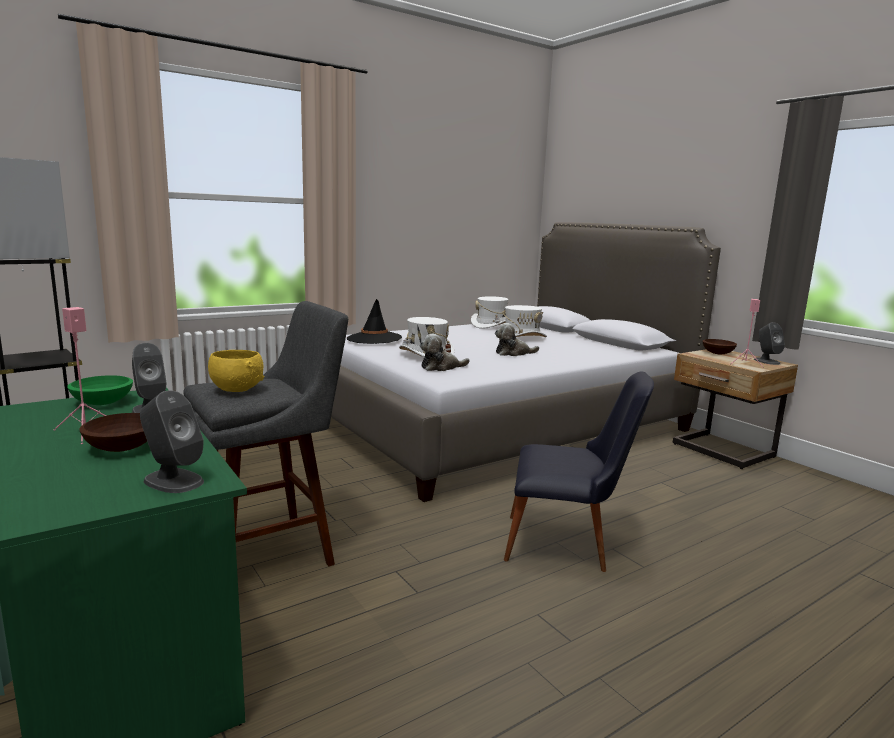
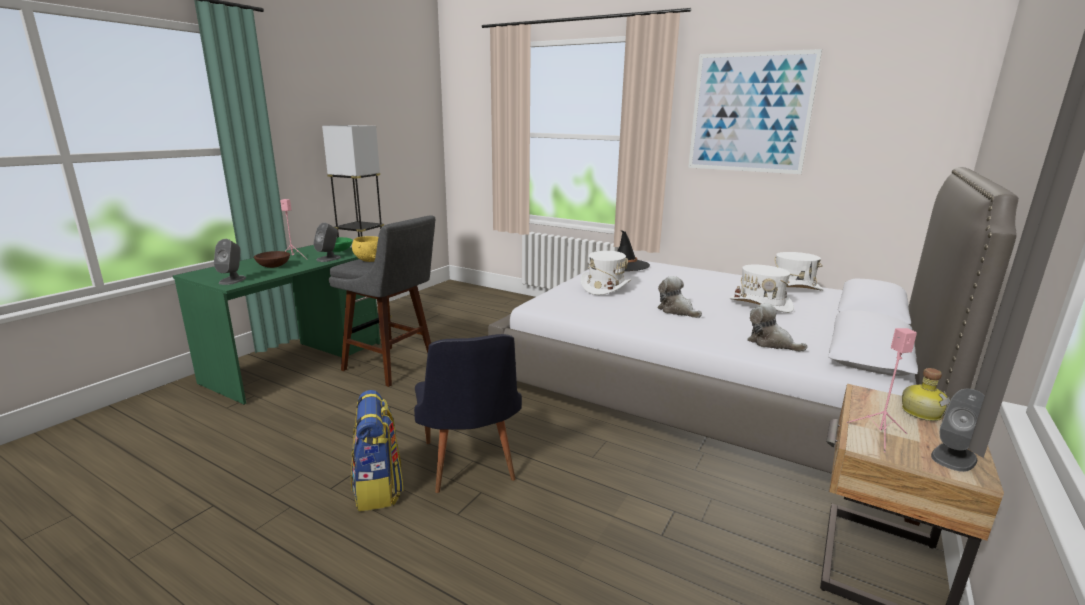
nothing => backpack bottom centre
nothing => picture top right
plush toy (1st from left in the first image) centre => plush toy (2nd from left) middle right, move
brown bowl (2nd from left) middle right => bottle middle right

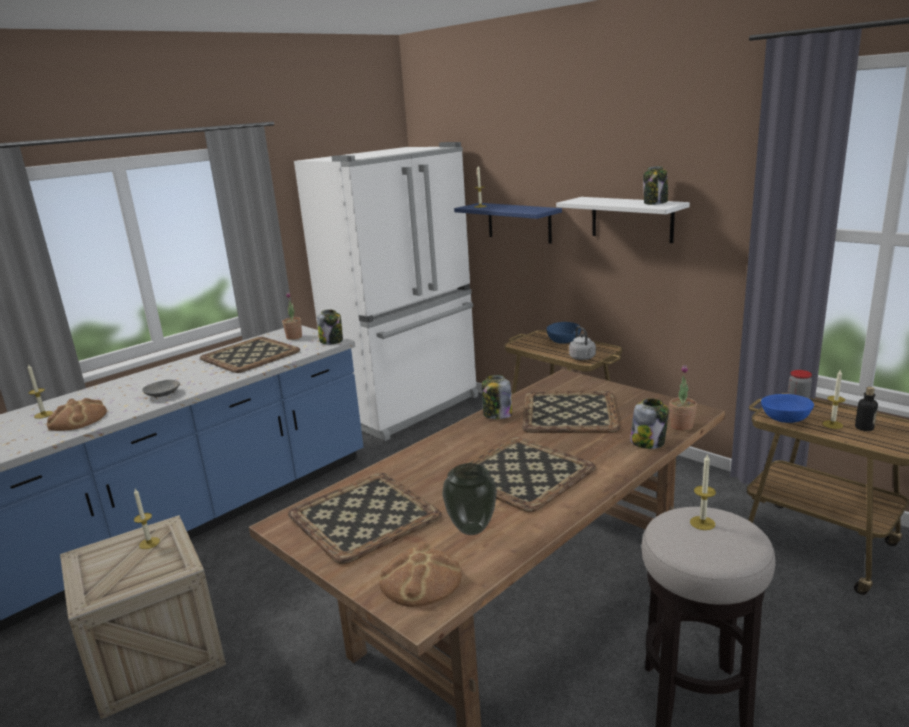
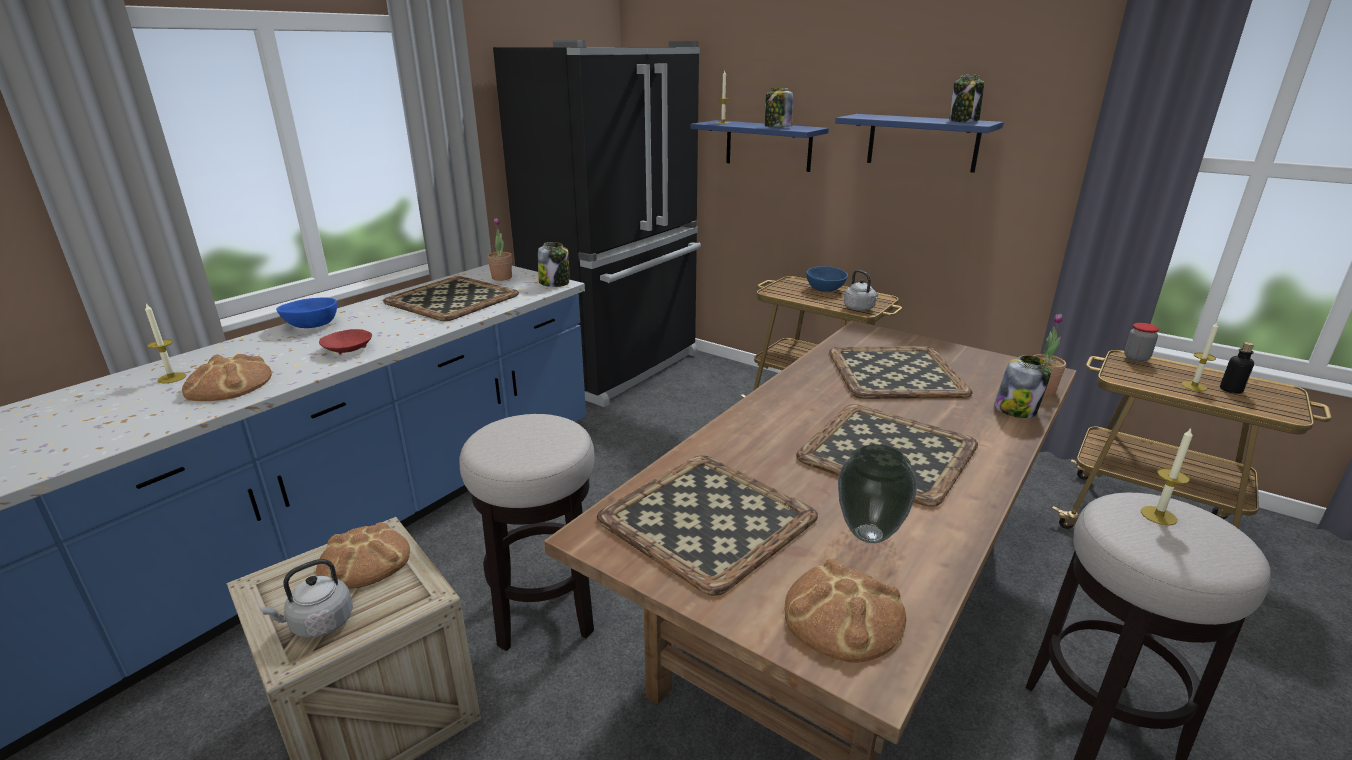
nothing => grey kettle (1st from left) bottom left
blue bowl (2nd from left in the first image) middle right => blue bowl (1st from left) middle left, move
candle (2nd from left) bottom left => bread (2nd from left) bottom left
grey bowl middle left => red bowl middle left
nothing => stool (1st from left) bottom centre
white fridge centre => black fridge top centre
jar (2nd from left) centre => jar (2nd from left) top centre, move
white shelf top right => blue shelf (2nd from left) top right

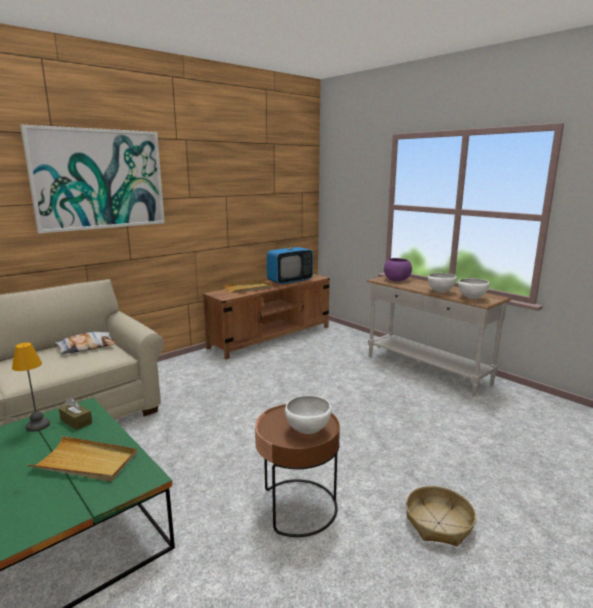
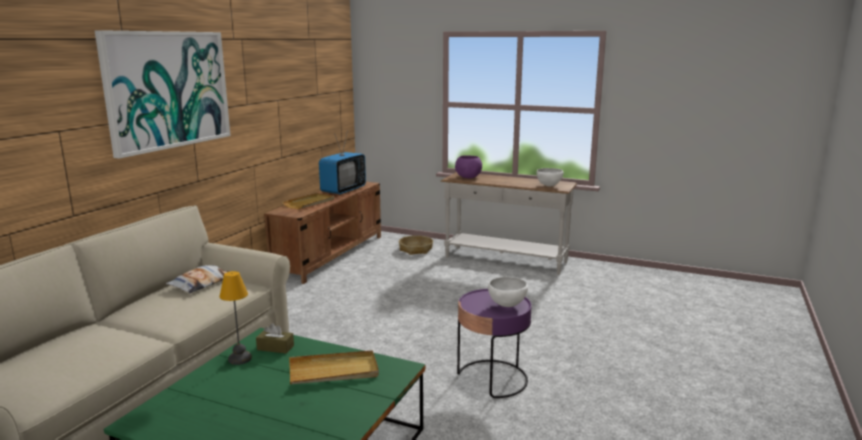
basket bottom right => basket centre, move
brown side table bottom centre => purple side table bottom centre
white bowl (2nd from left) middle right => nothing

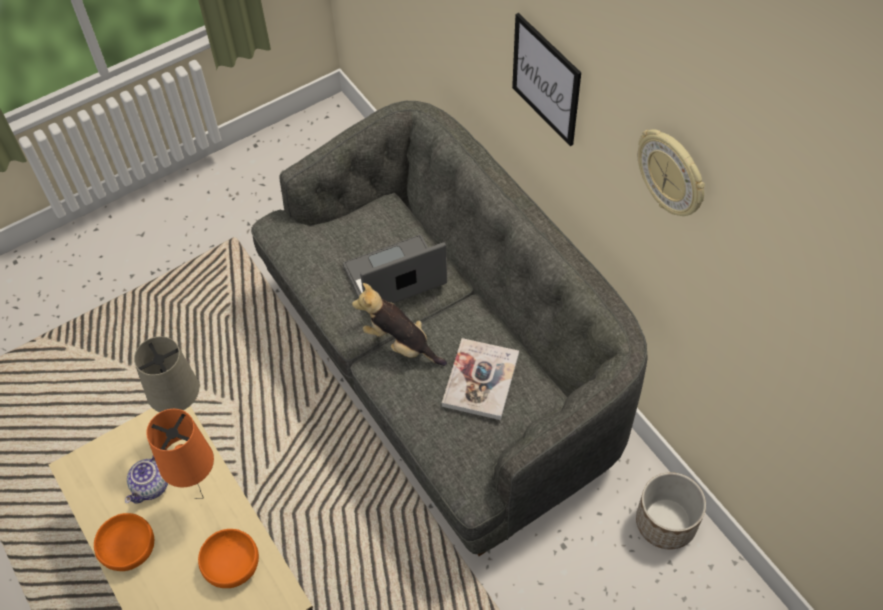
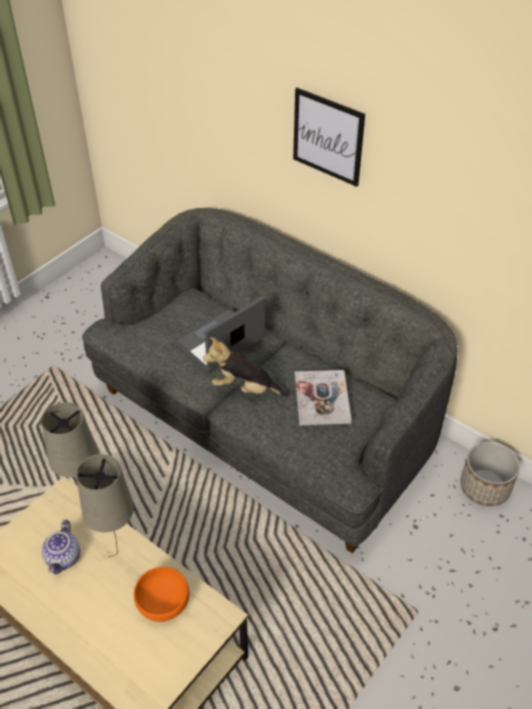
orange table lamp bottom left => beige table lamp (2nd from left) bottom left
orange bowl (1st from left) bottom left => nothing
wall clock top right => nothing

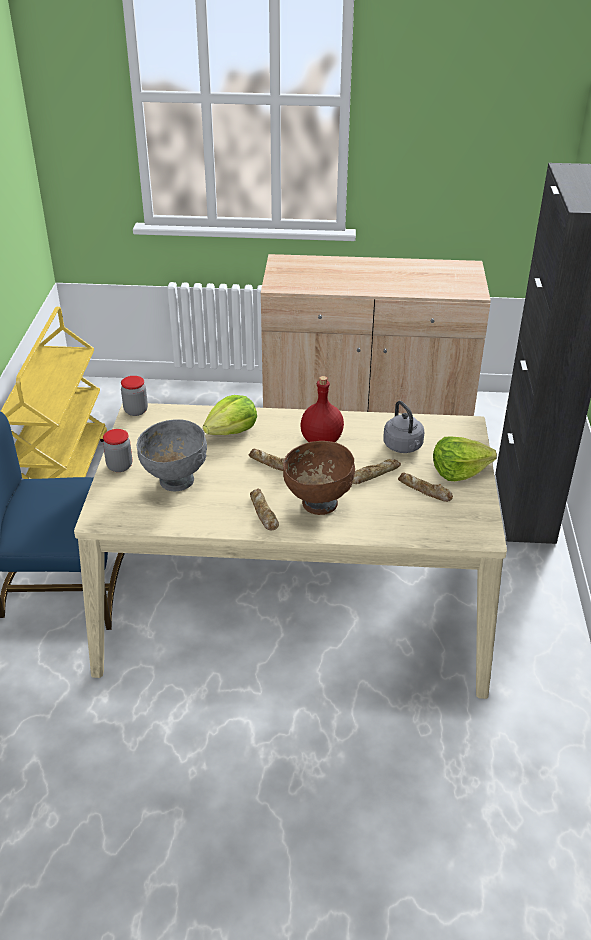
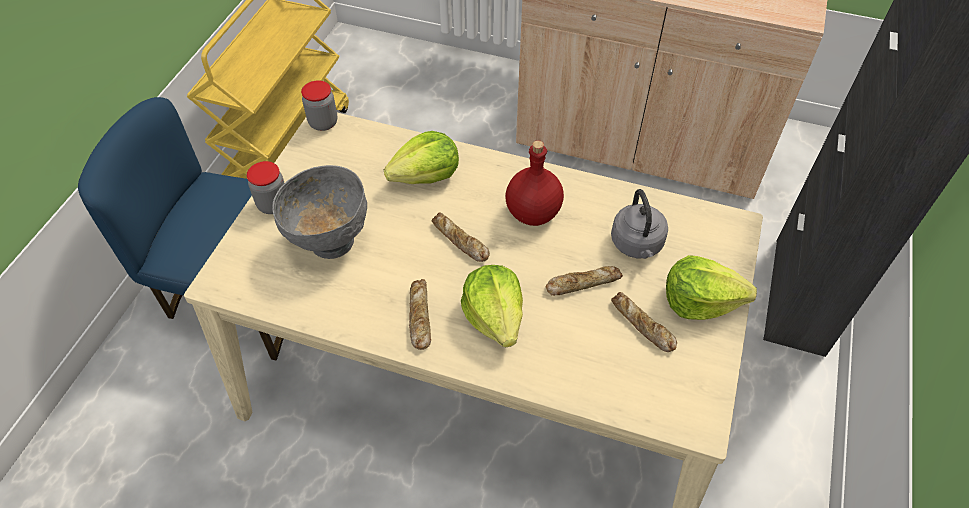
brown bowl centre => lettuce (2nd from left) centre

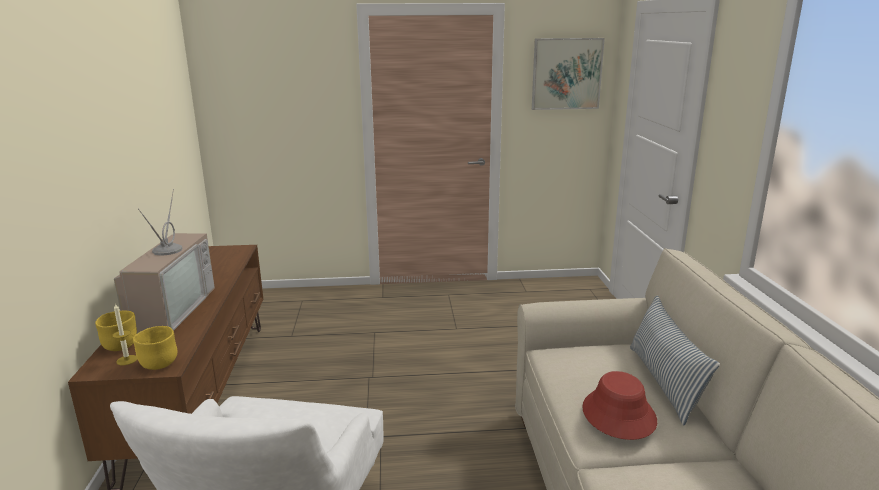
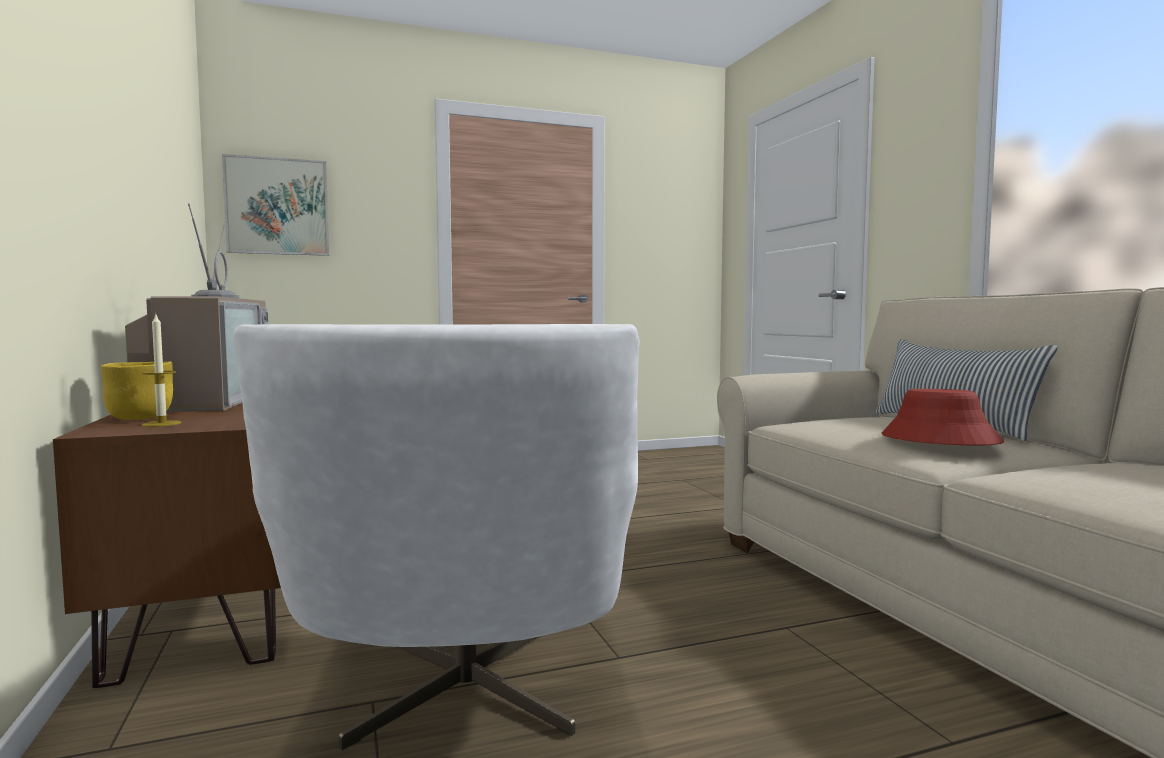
picture top centre => picture top left, move
yellow bowl (2nd from left) bottom left => nothing

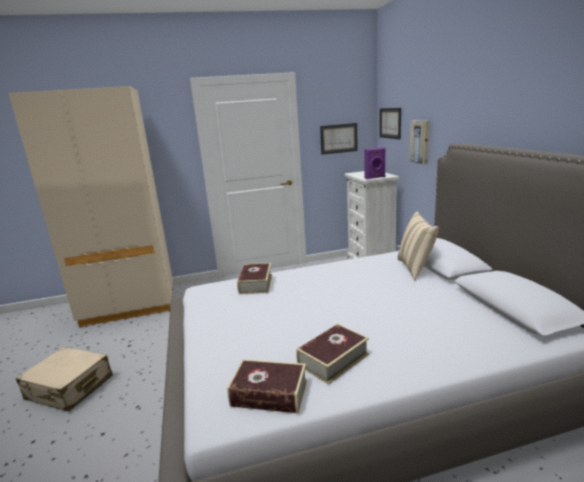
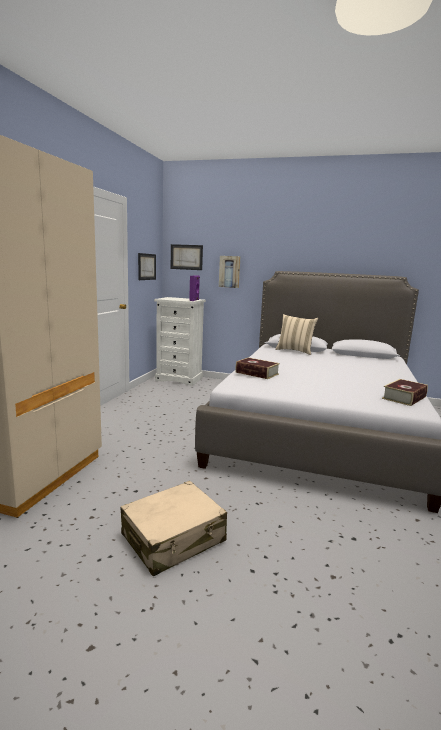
book (3rd from left) bottom centre => nothing

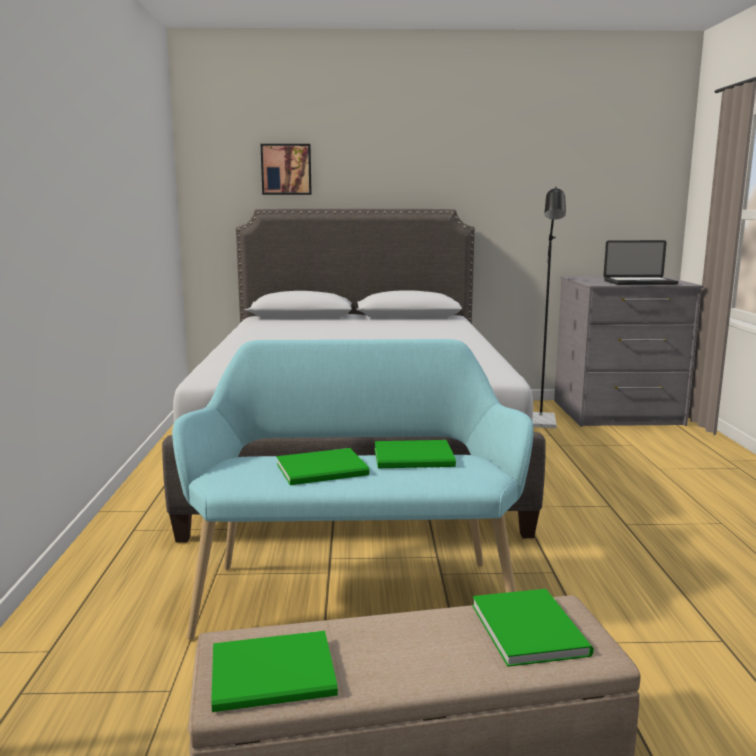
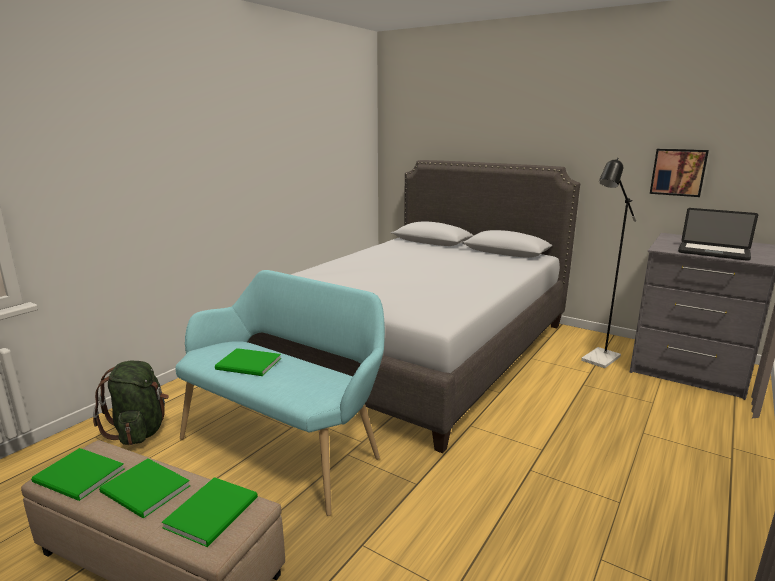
nothing => green backpack bottom left
green book (3rd from left in the first image) centre => green book (2nd from left) bottom left, move
picture top centre => picture top right, move

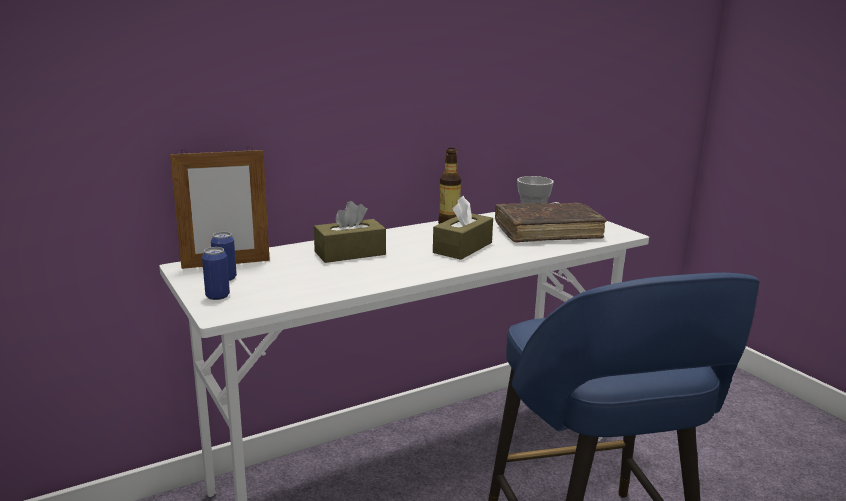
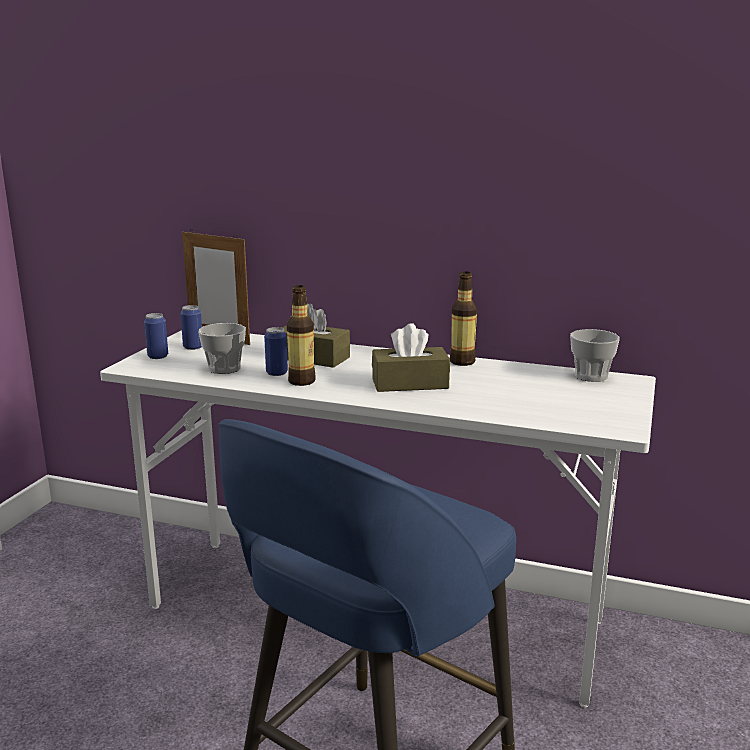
nothing => cup (1st from left) middle left
nothing => can (3rd from left) centre
nothing => bottle (1st from left) centre
brown book centre => nothing

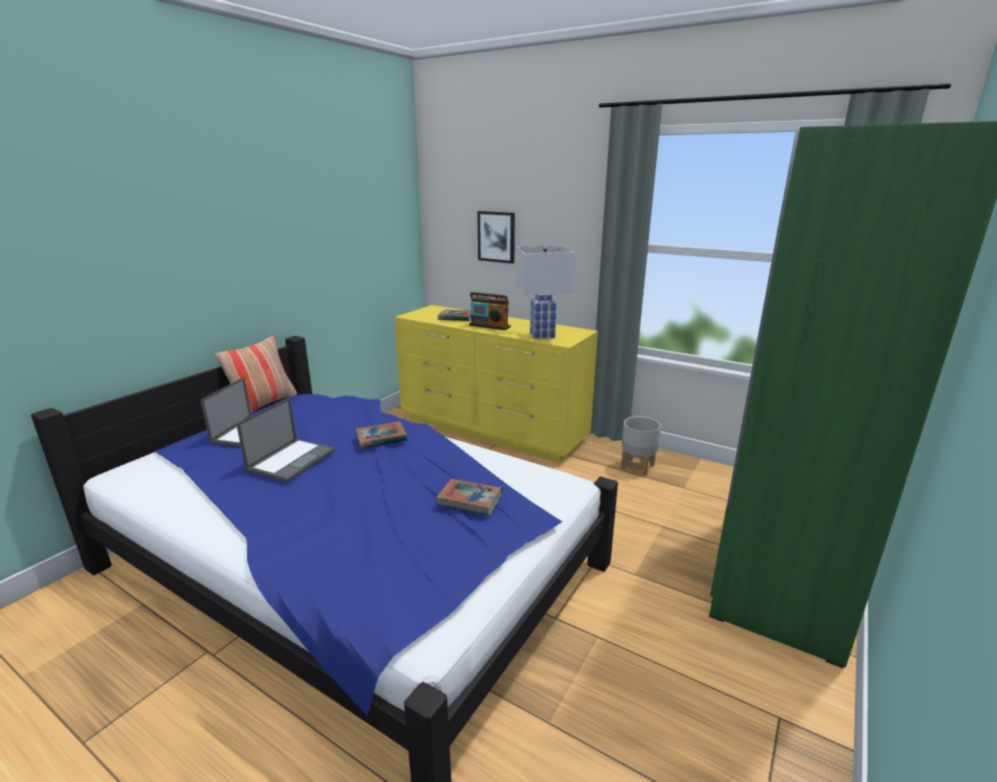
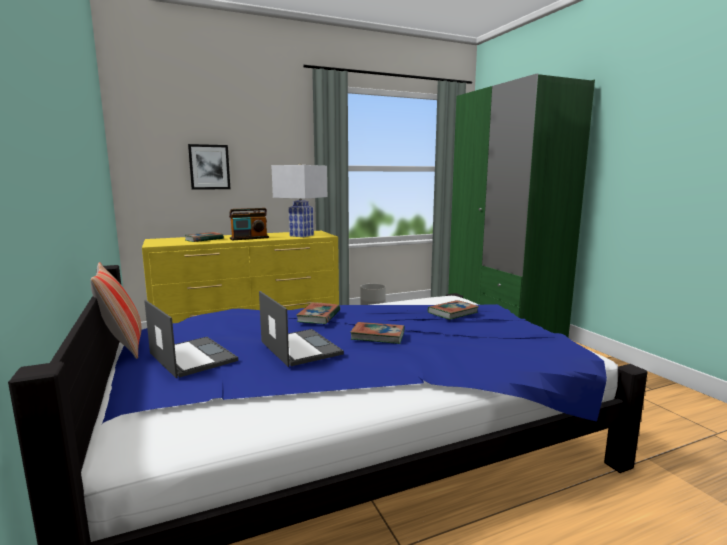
nothing => book (3rd from left) centre

